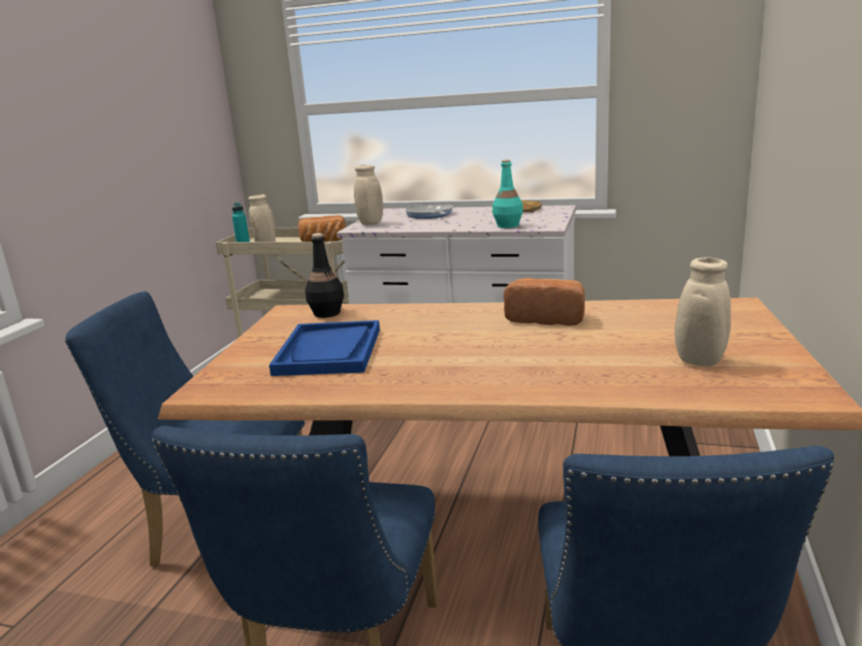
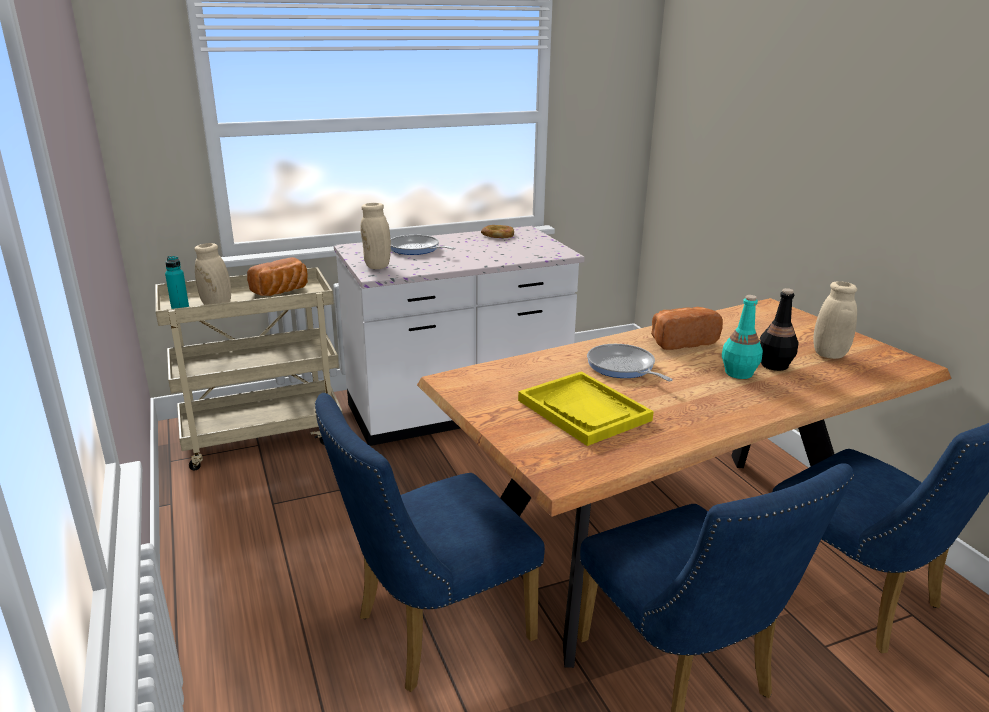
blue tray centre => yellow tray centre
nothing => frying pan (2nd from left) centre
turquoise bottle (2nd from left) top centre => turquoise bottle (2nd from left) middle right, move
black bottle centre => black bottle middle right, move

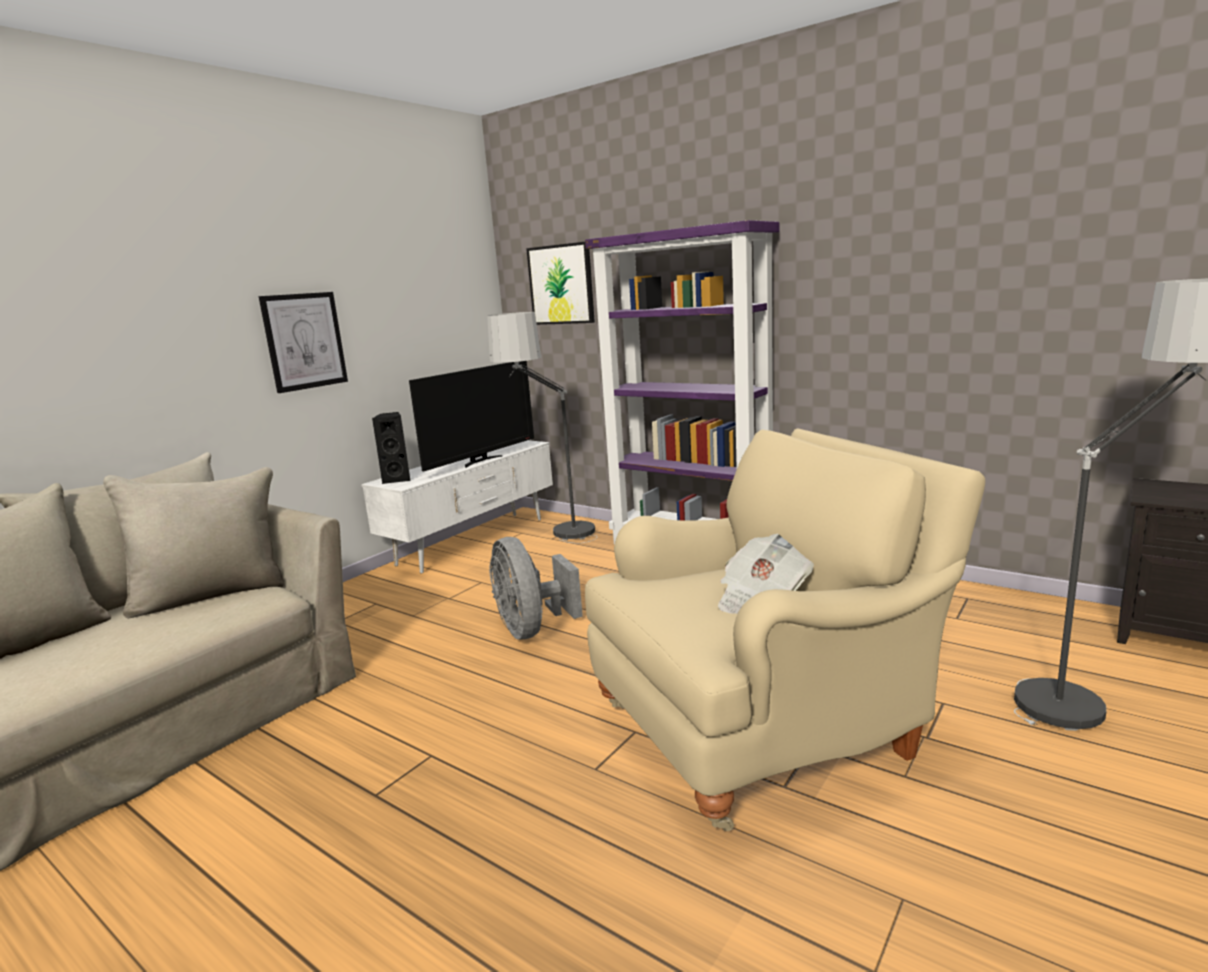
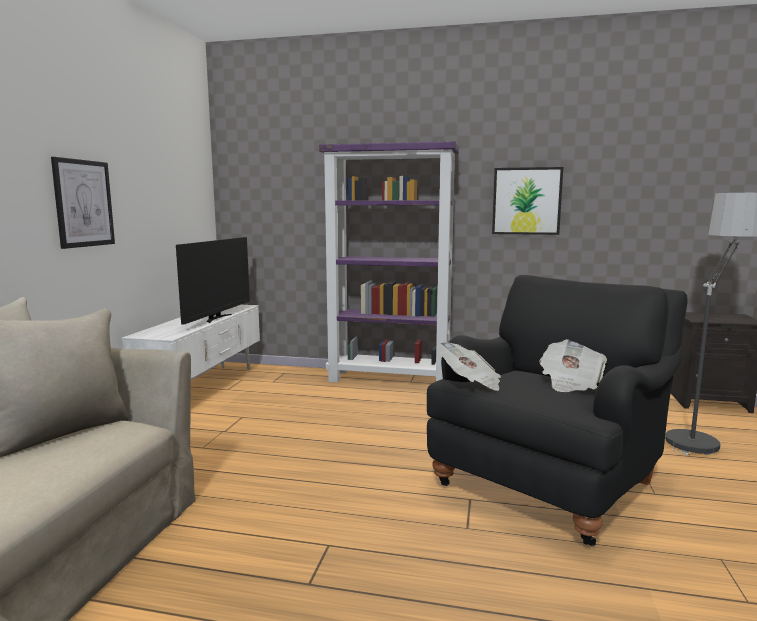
beige armchair centre => black armchair middle right
nothing => newspaper (1st from left) centre
picture (2nd from left) top centre => picture (2nd from left) top right, move
black speaker middle left => nothing
floor lamp (1st from left) centre => nothing
grey fan centre => nothing

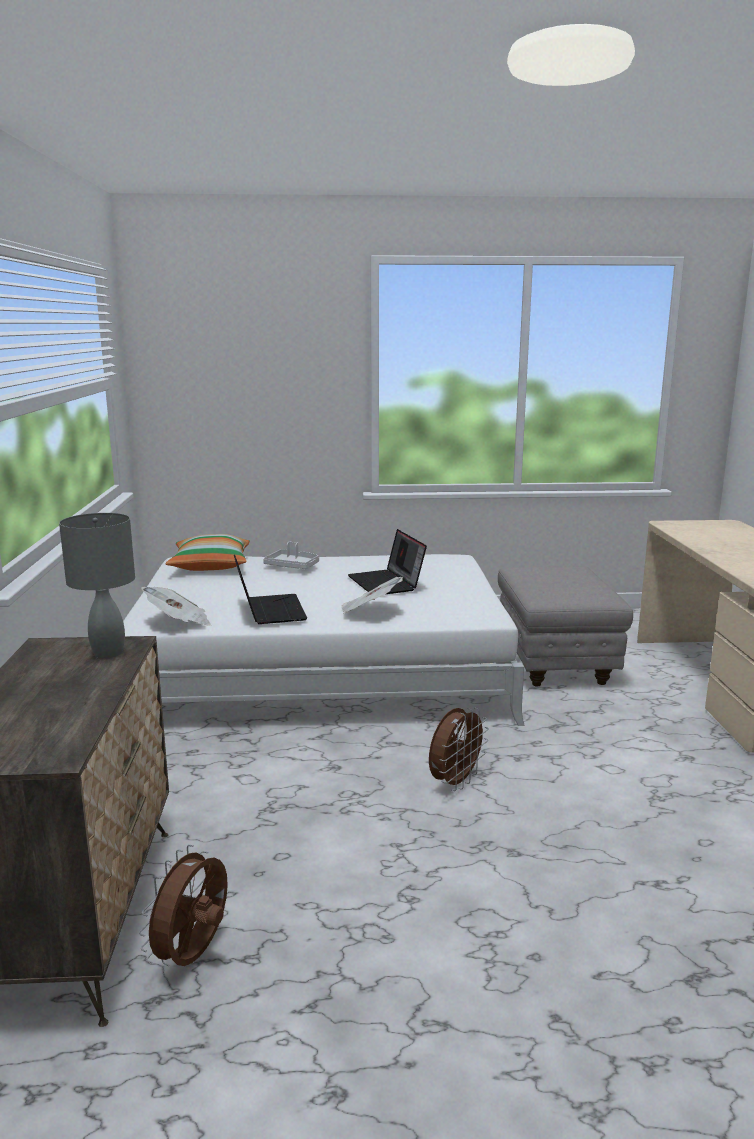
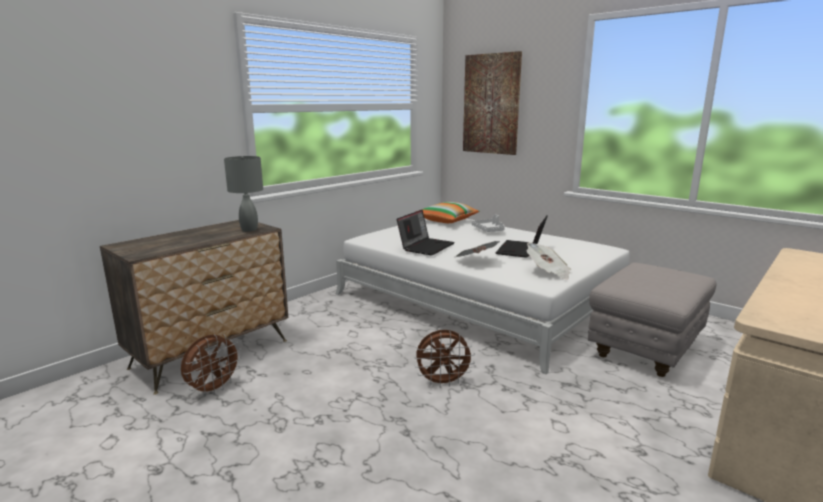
brown fan (1st from left) bottom left, 150 degrees clockwise
nothing => picture top centre
newspaper (1st from left in the first image) middle left => newspaper (2nd from left) middle right, move

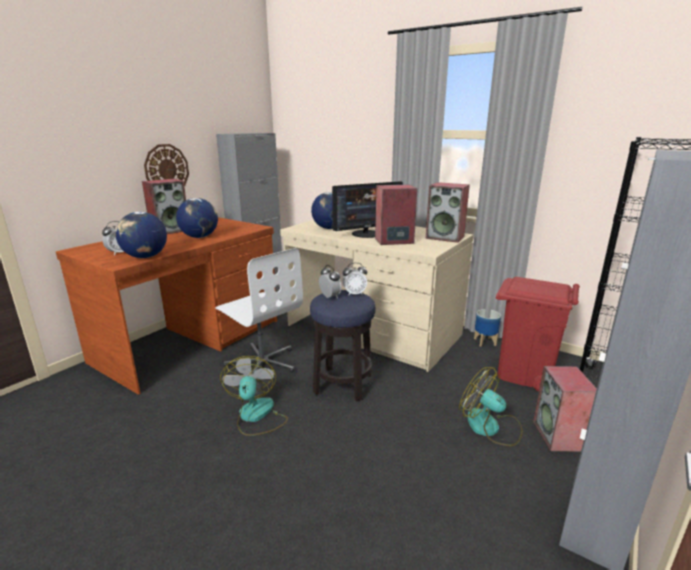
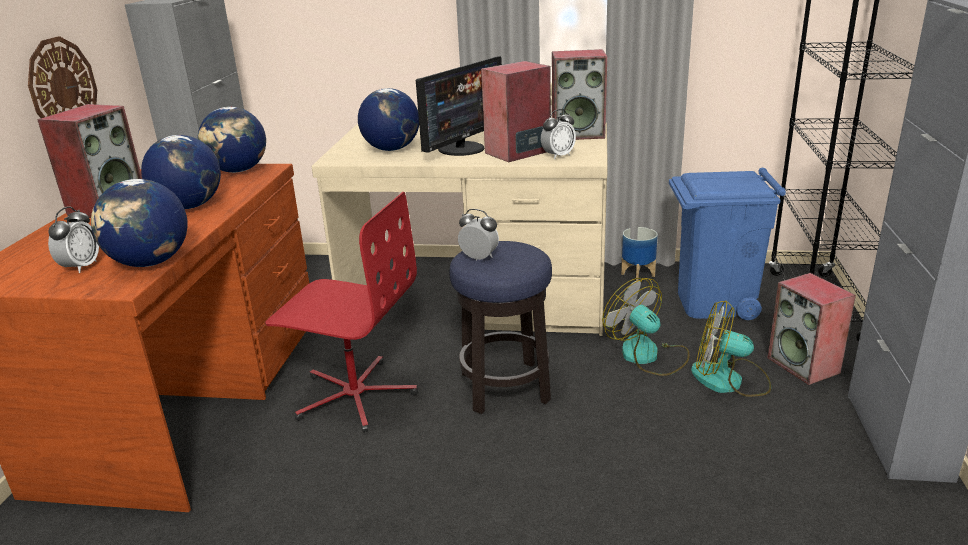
nothing => globe (3rd from left) top left
white office chair centre => red office chair centre
alarm clock (3rd from left) centre => alarm clock (3rd from left) top centre, move
fan (1st from left) bottom centre => fan (1st from left) middle right, move
red trash can middle right => blue trash can middle right

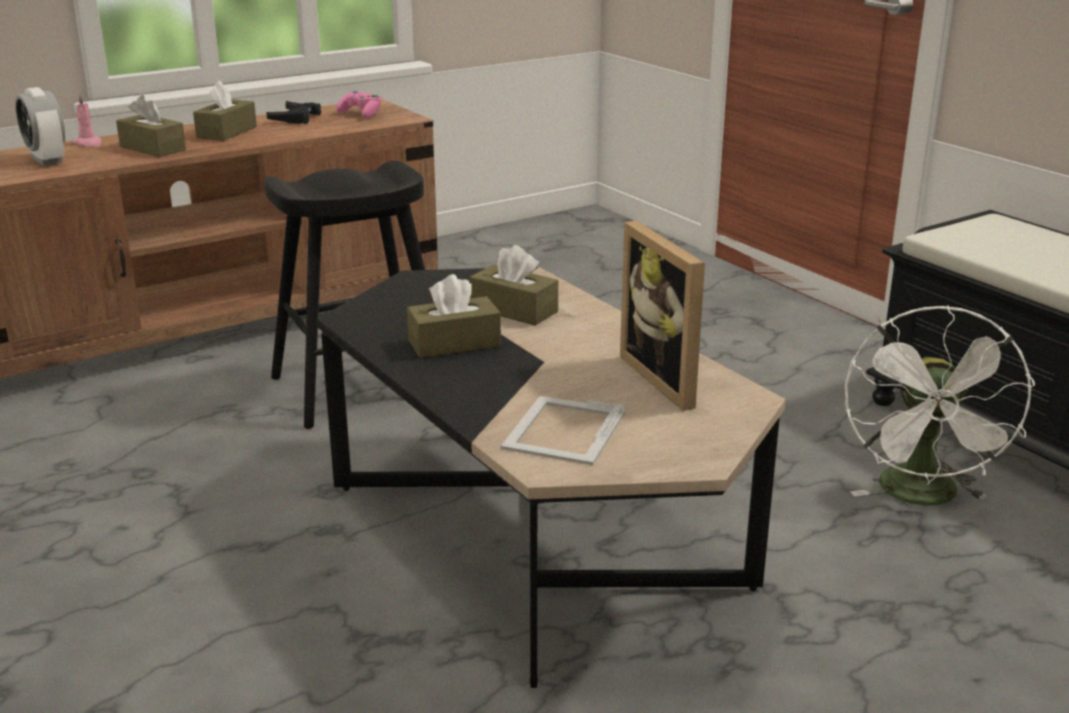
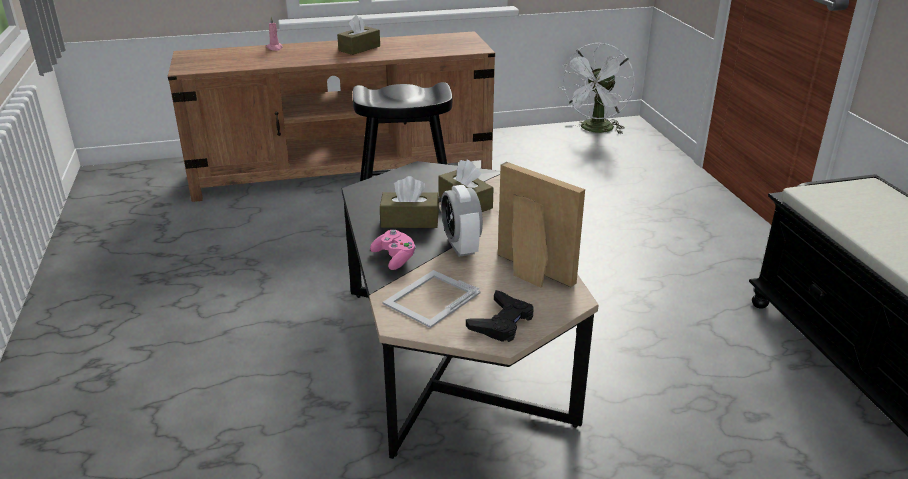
pink game controller top centre => pink game controller centre, move
alarm clock top left => alarm clock centre, move
black game controller top left => black game controller centre, move
picture frame (2nd from left) centre, 135 degrees clockwise
white fan middle right => white fan top centre, move
brown tissue box (1st from left) top left => nothing

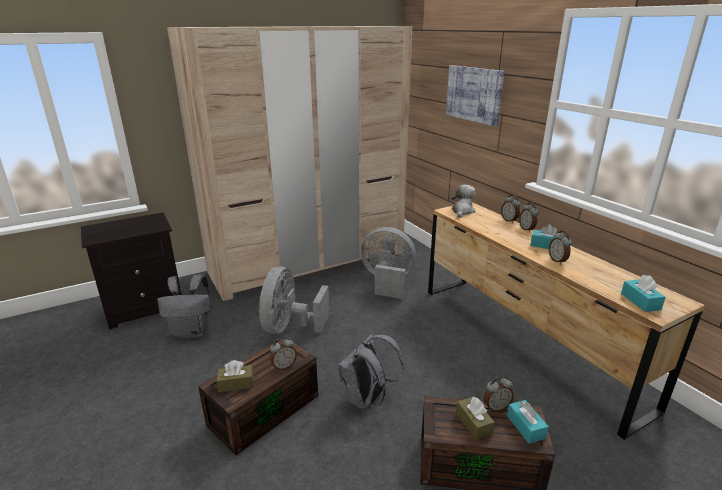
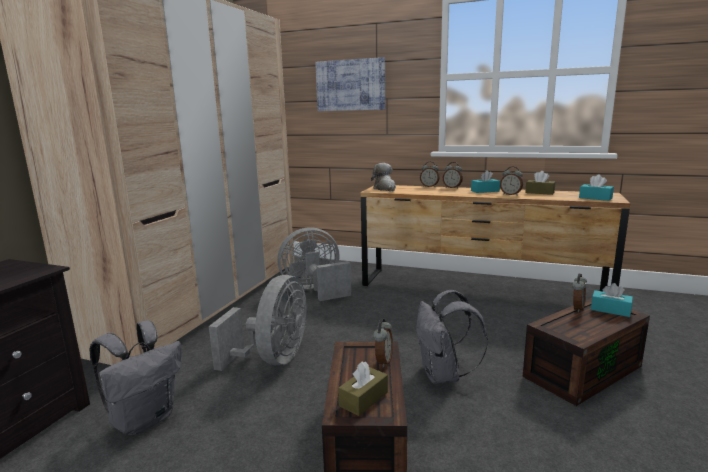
grey fan (1st from left) centre => grey fan (1st from left) bottom centre, 135 degrees counterclockwise
brown tissue box (2nd from left) bottom centre => brown tissue box (2nd from left) middle right, move

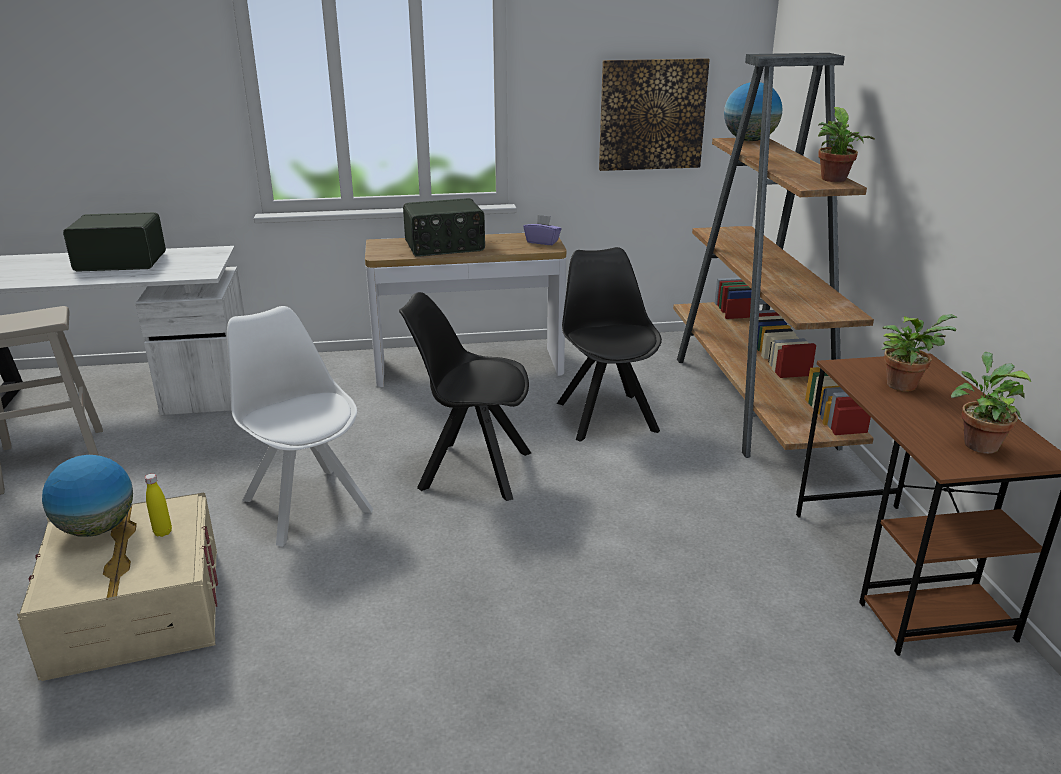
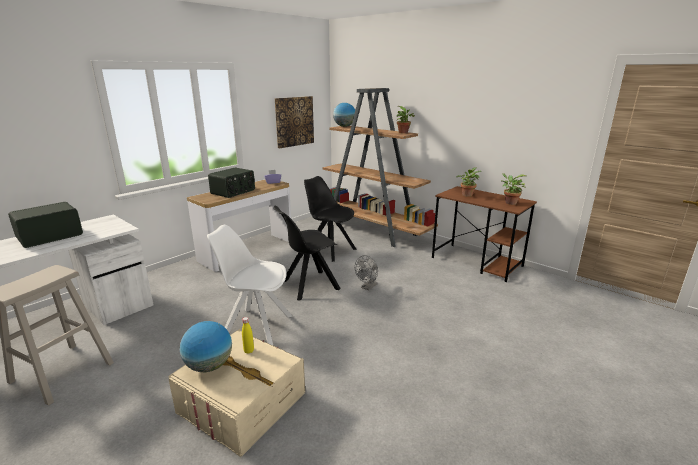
nothing => grey fan centre

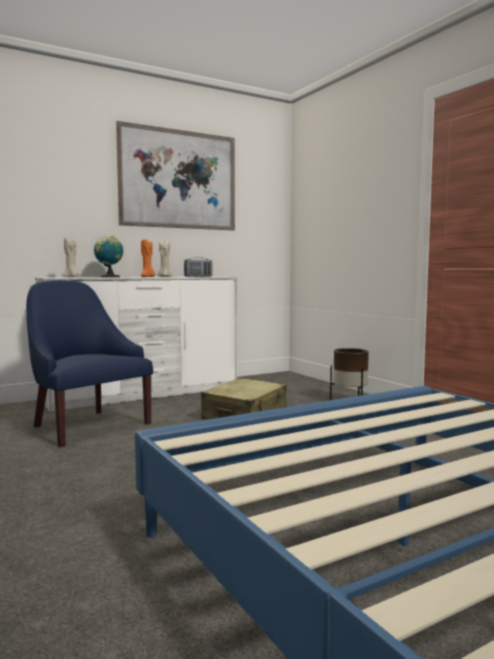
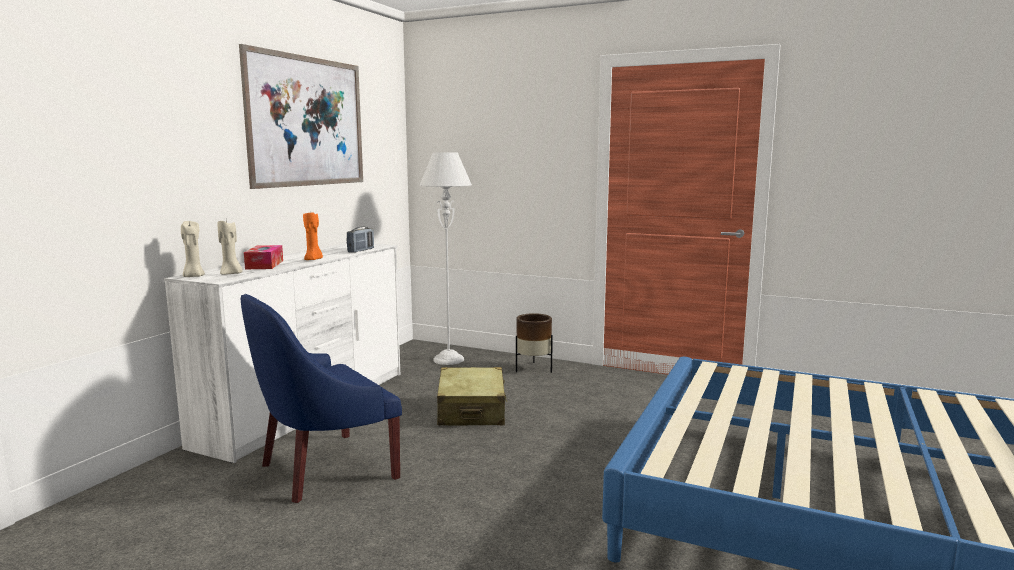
beige candle (2nd from left in the first image) centre => beige candle (1st from left) middle left, move
blue armchair middle left => blue armchair bottom left, 45 degrees counterclockwise
globe middle left => tissue box middle left
nothing => grey floor lamp centre

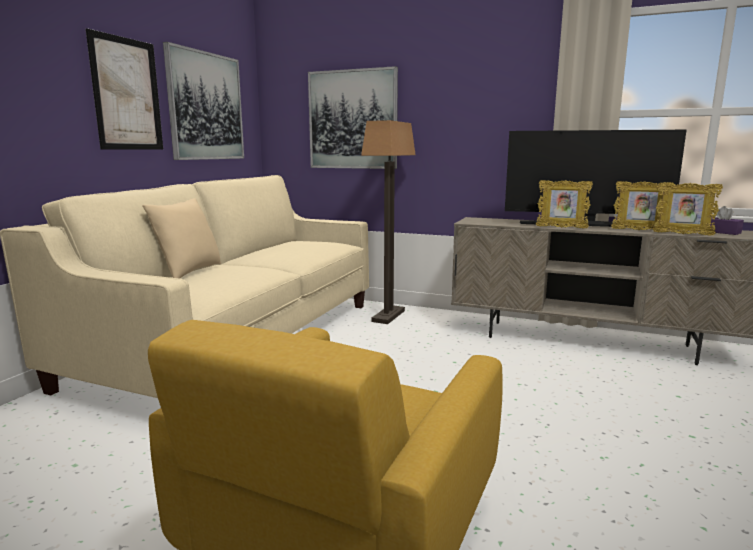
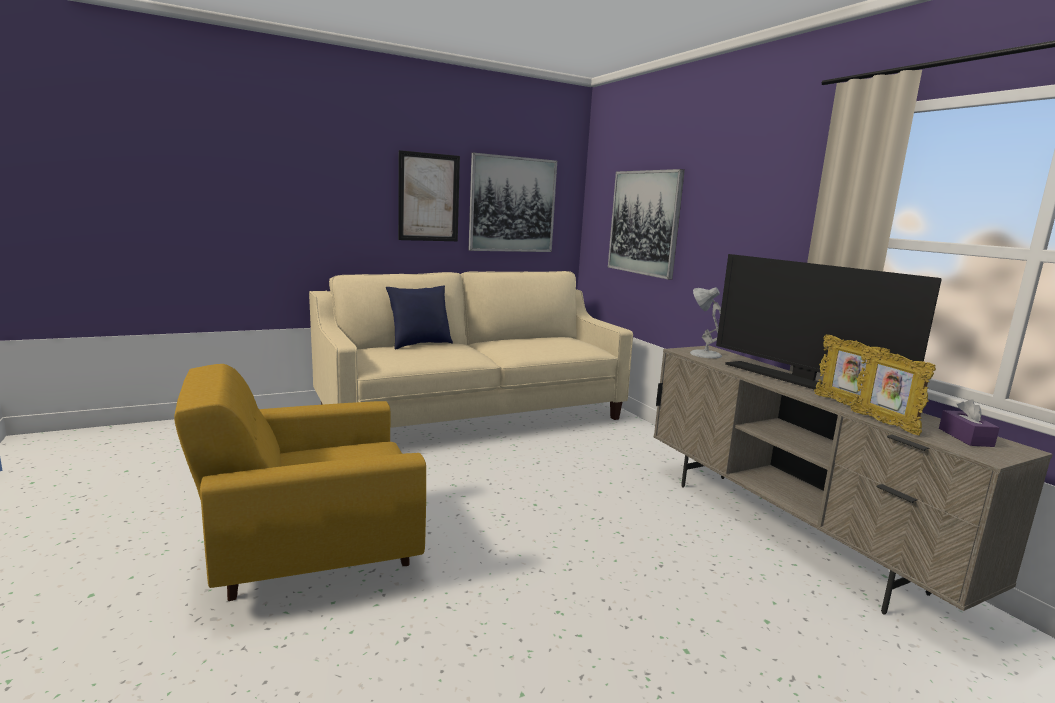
beige pillow middle left => blue pillow centre
nothing => white table lamp middle right
floor lamp centre => nothing
picture frame (1st from left) middle right => nothing

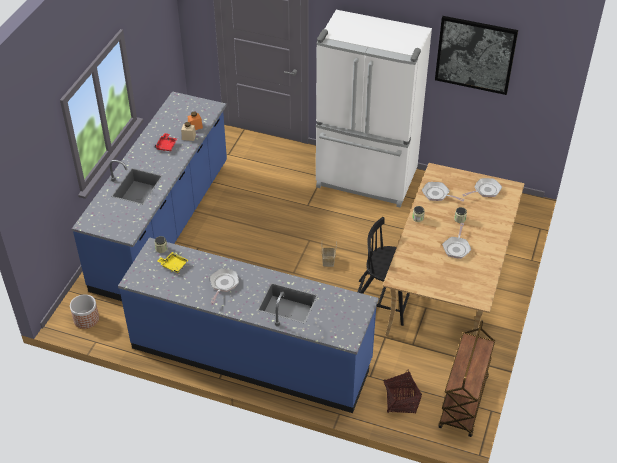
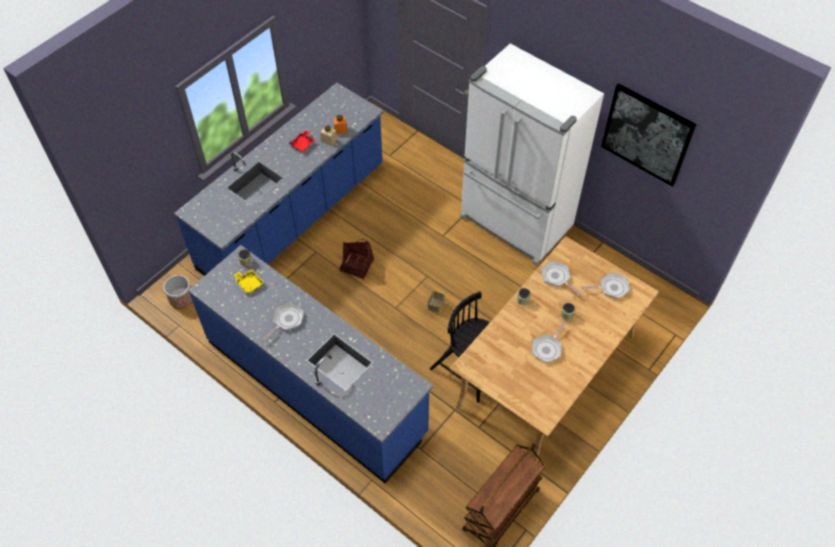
basket (2nd from left in the first image) bottom centre => basket (1st from left) centre, move

